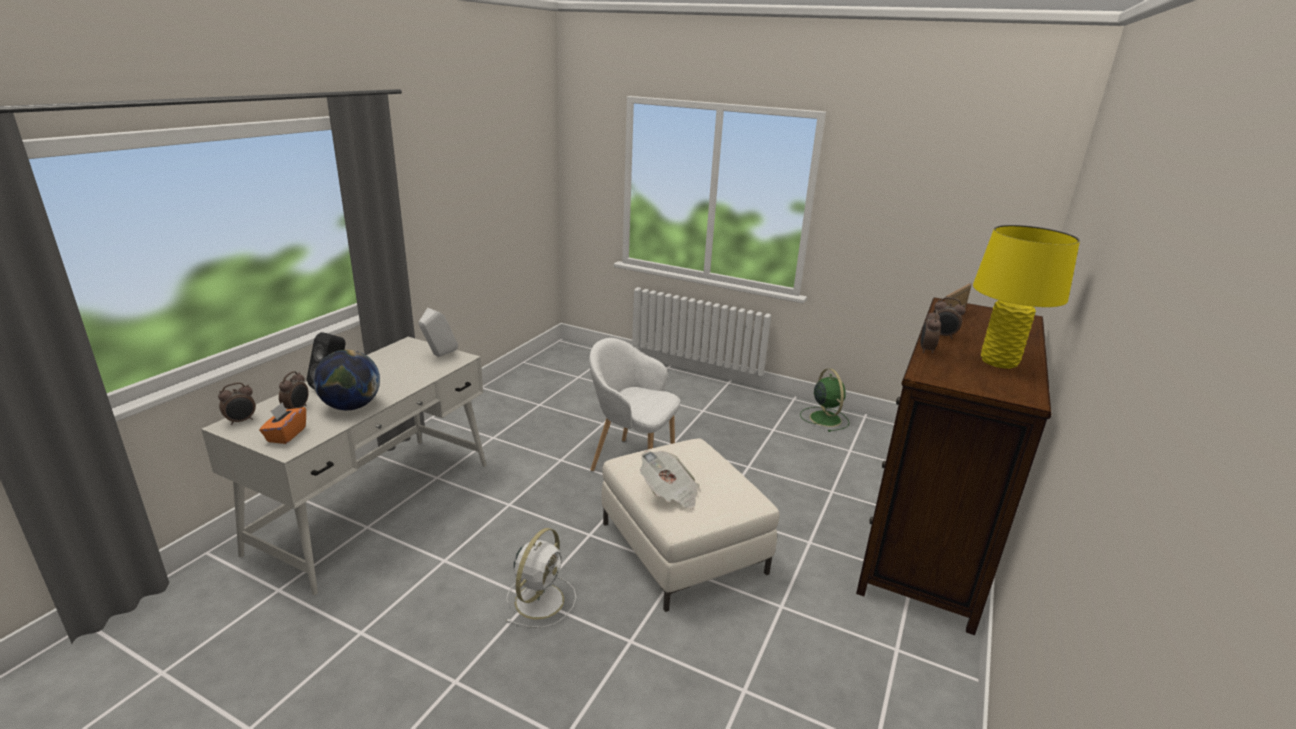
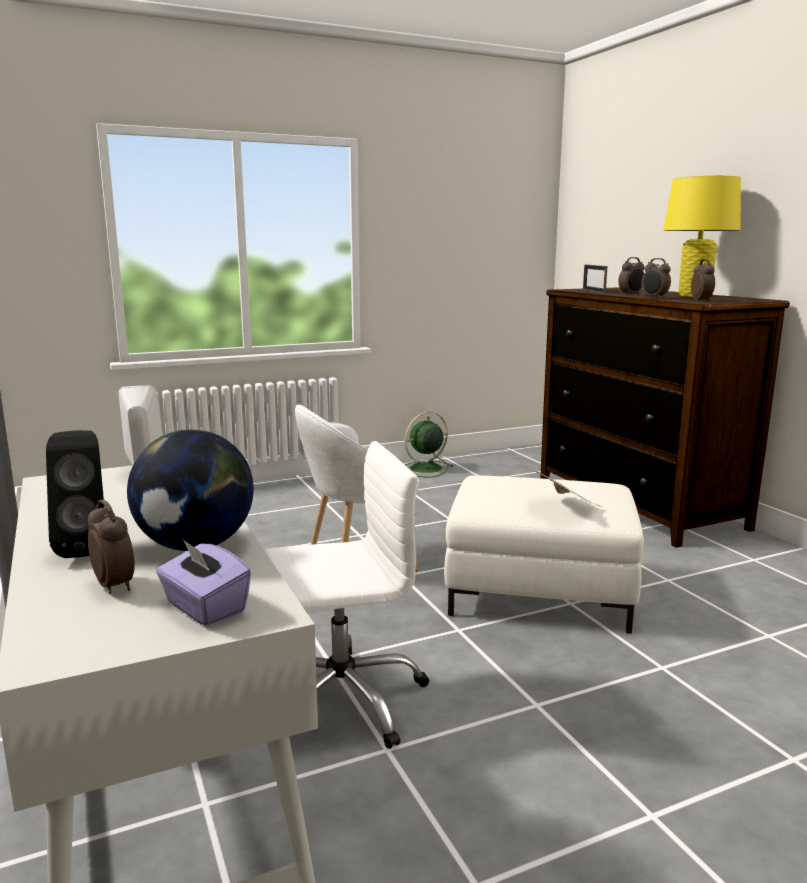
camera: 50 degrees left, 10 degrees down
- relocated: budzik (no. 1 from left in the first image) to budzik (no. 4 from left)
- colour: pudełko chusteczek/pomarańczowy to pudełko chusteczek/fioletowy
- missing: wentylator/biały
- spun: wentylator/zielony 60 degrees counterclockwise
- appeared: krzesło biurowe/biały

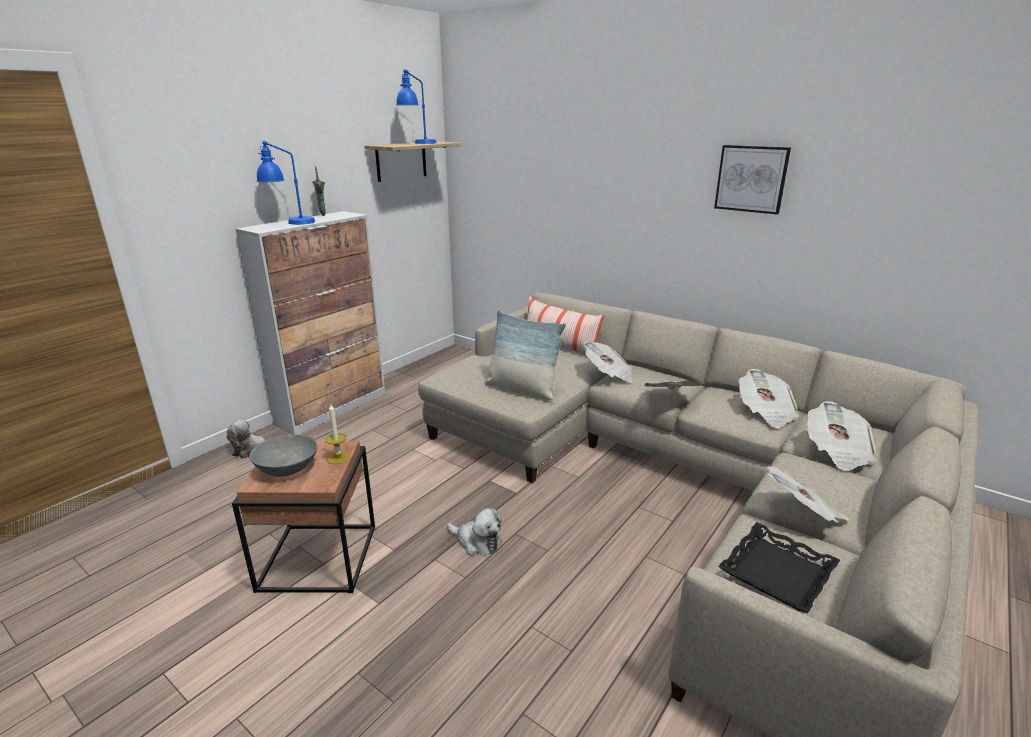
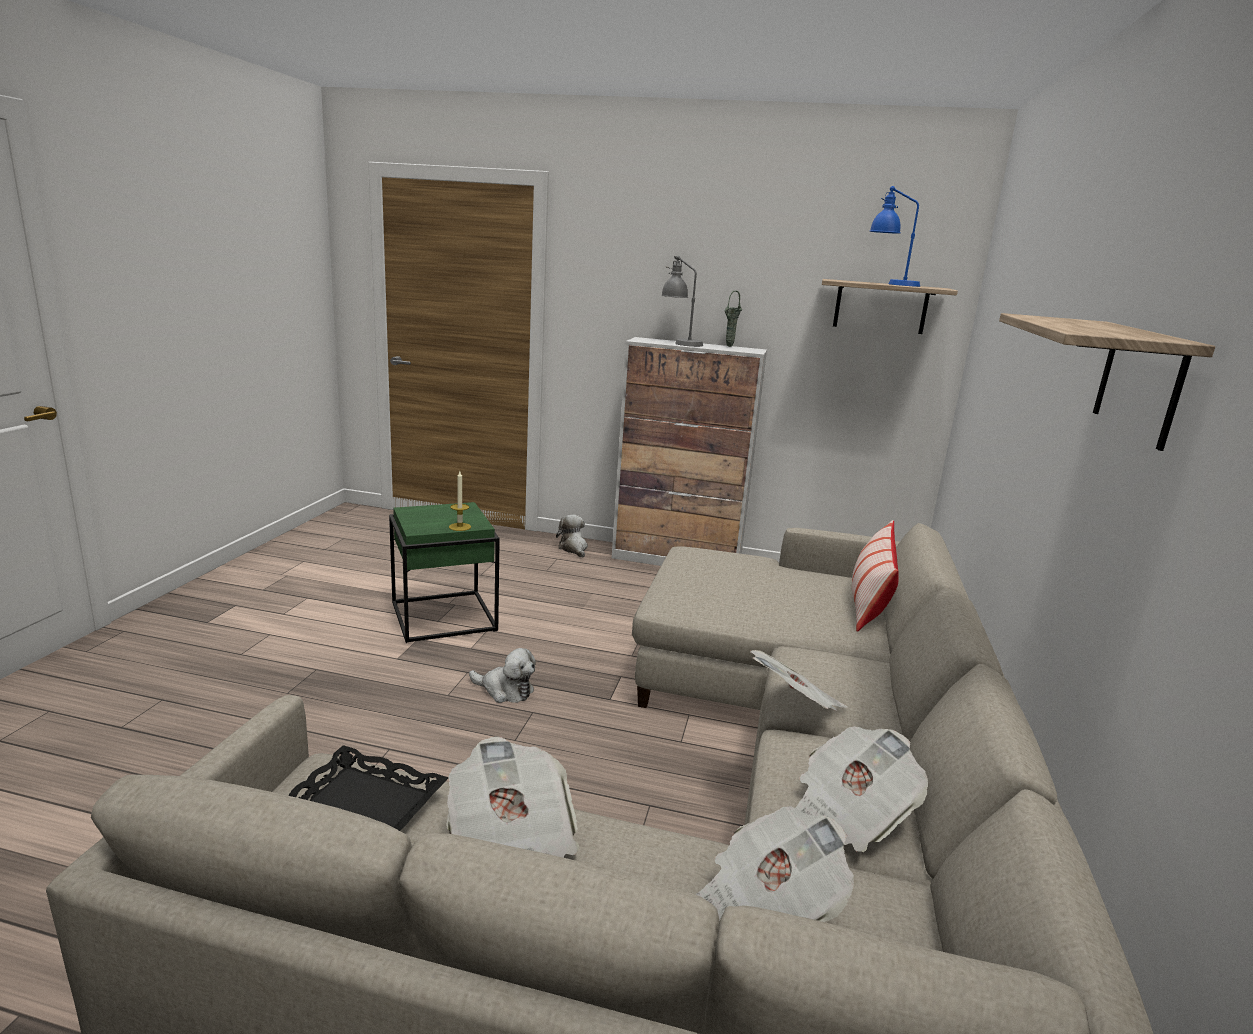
camera: 65 degrees right, 5 degrees down
- colour: stolik/brązowy to stolik/zielony
- missing: miska/szary
- colour: lampa stołowa/niebieski (no. 1 from left) to lampa stołowa/szary
- spun: pluszak (no. 2 from left in the first image) 75 degrees counterclockwise
- missing: poduszka (no. 1 from left)
- missing: gazeta (no. 1 from left)
- exchanged: obraz to półka (no. 2 from left)

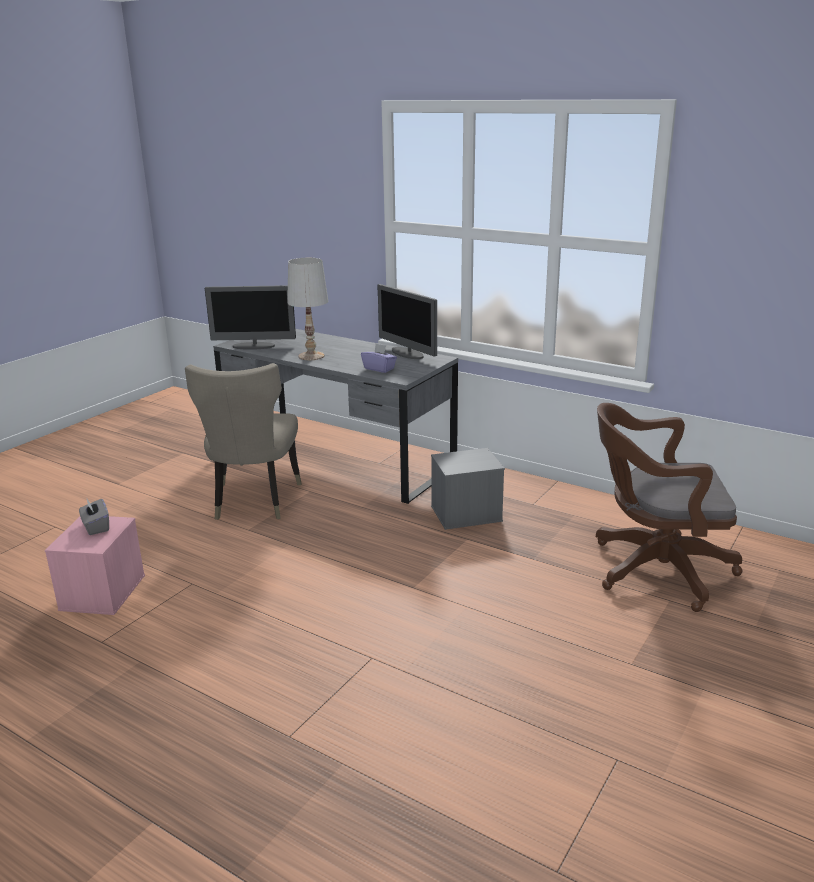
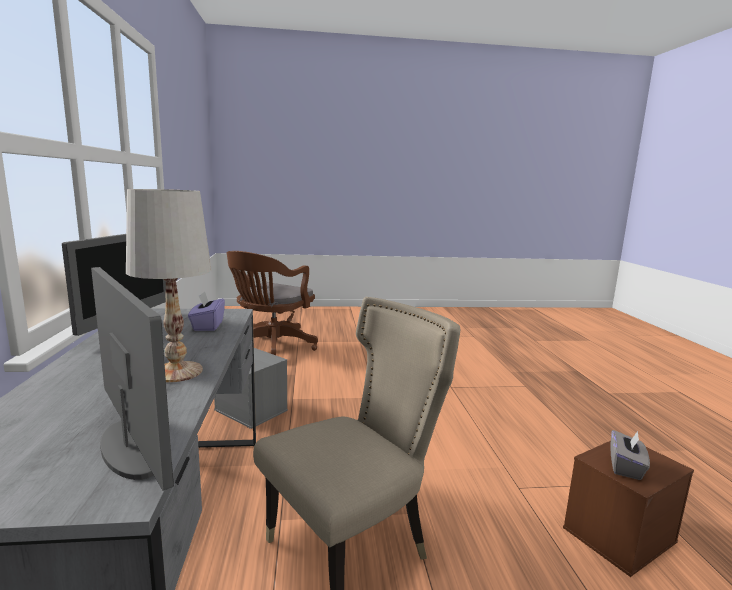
camera: 130 degrees left, 10 degrees down
- colour: pojemnik do przechowywania/różowy to pojemnik do przechowywania/brązowy
- spun: krzesło biurowe/brązowy 60 degrees clockwise

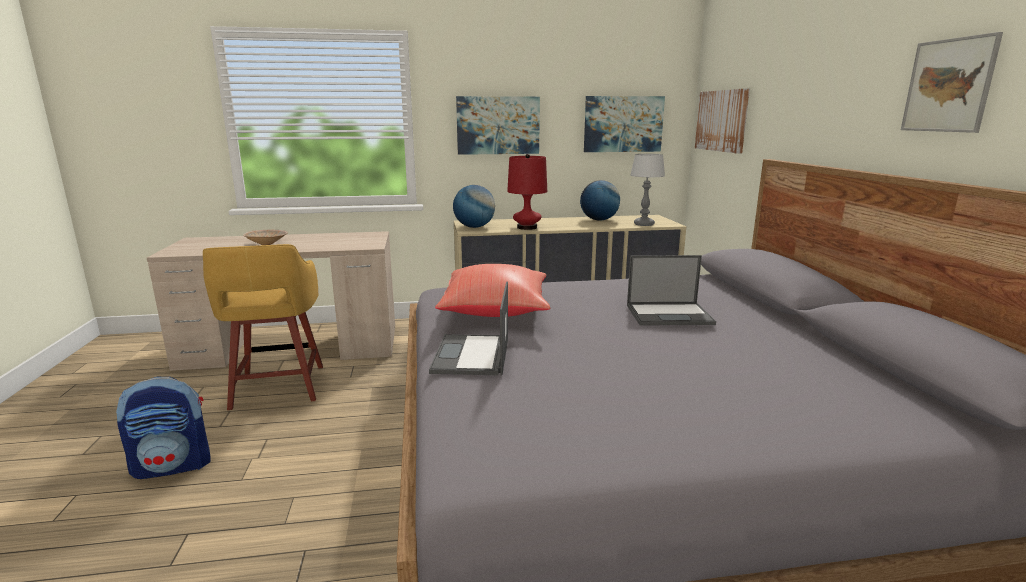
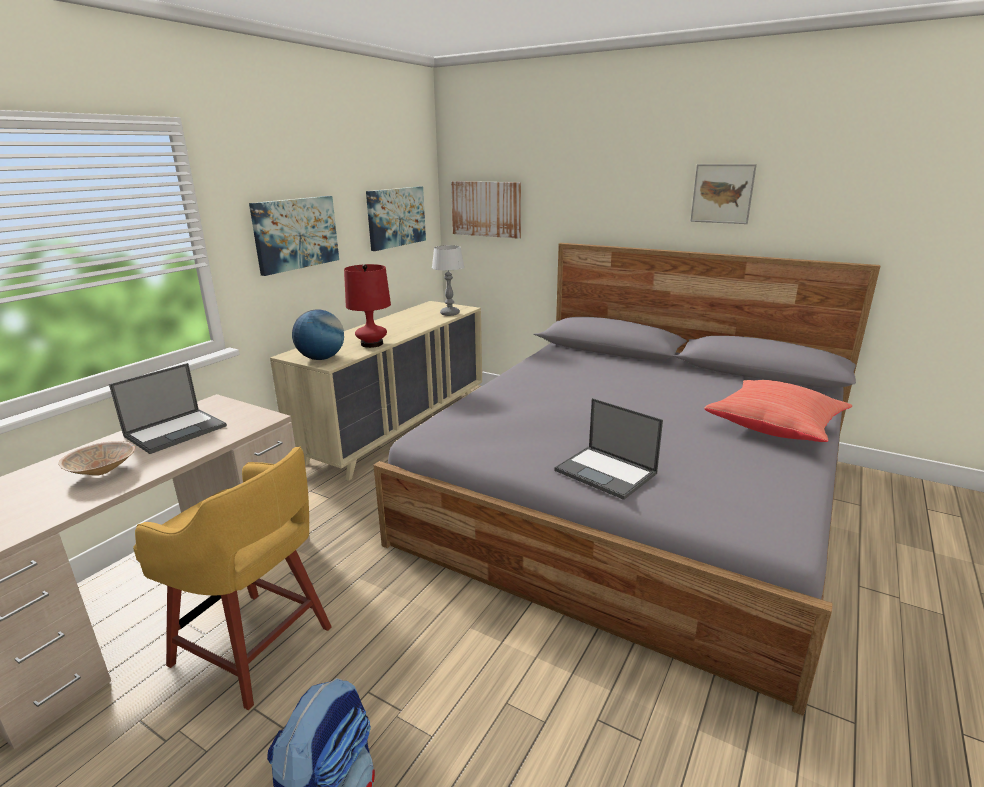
camera: 50 degrees left, 5 degrees up
- relocated: poduszka/czerwony
- missing: globus (no. 2 from left)
- relocated: laptop (no. 2 from left in the first image) to laptop (no. 1 from left)

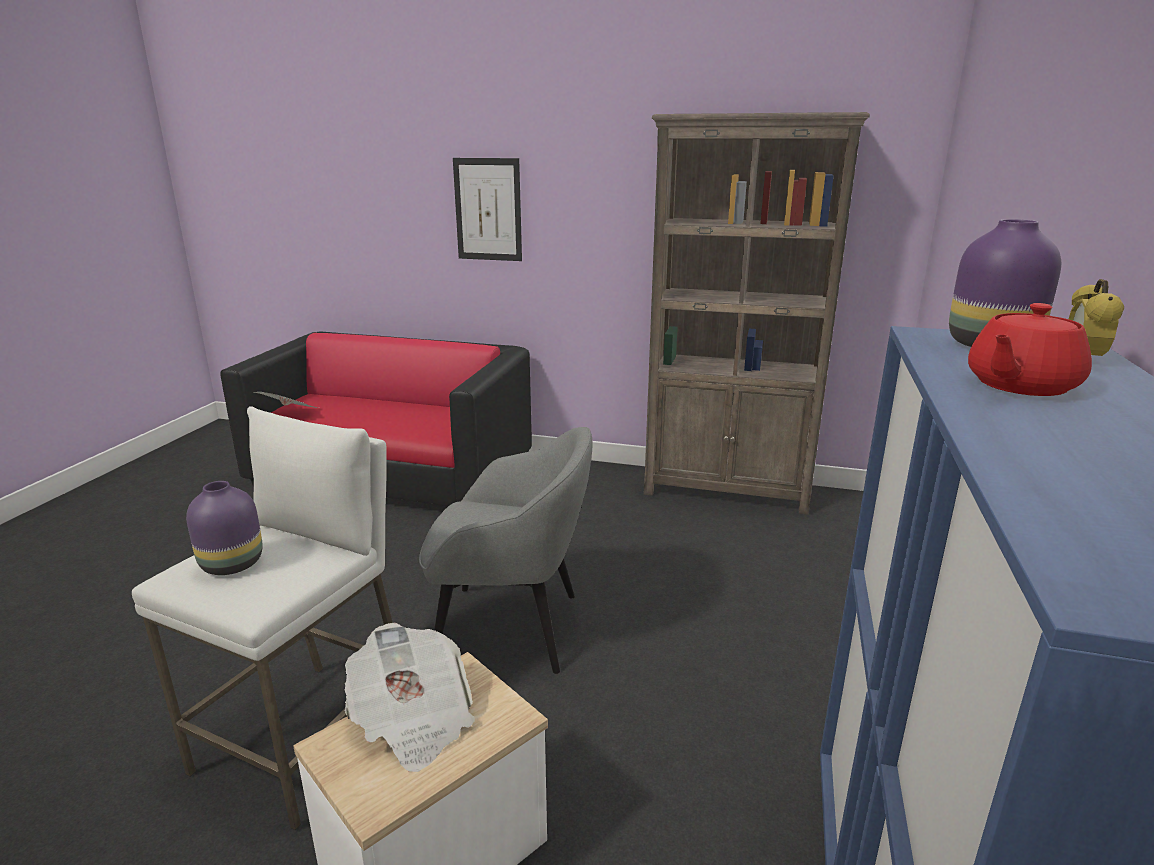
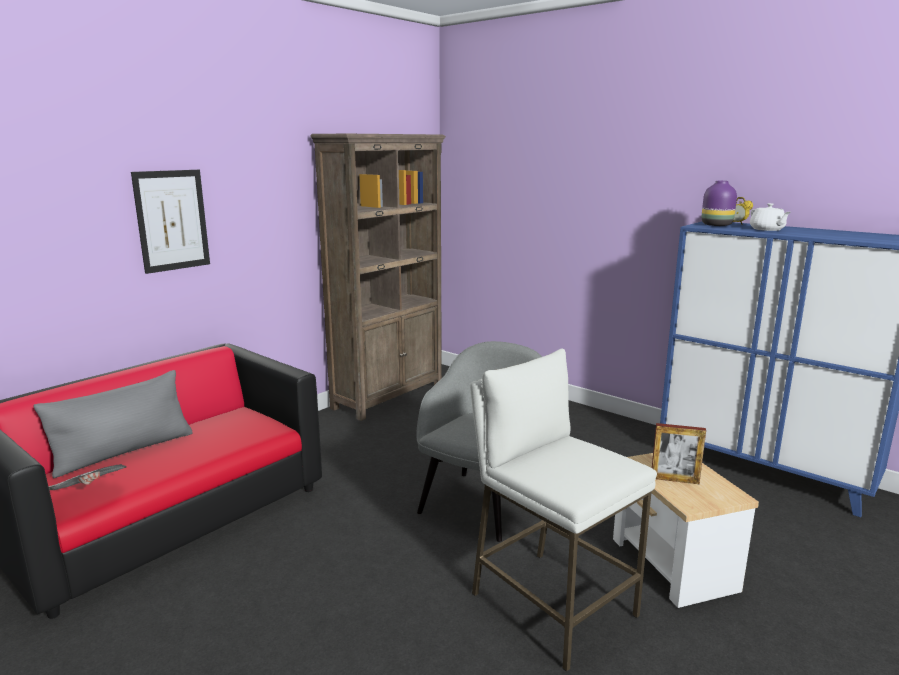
camera: 65 degrees left, 5 degrees down
- missing: wazon/fioletowy (no. 1 from left)
- exchanged: gazeta (no. 2 from left) to ramka na zdjęcie
- colour: imbryk/czerwony to imbryk/biały
- appeared: poduszka/szary

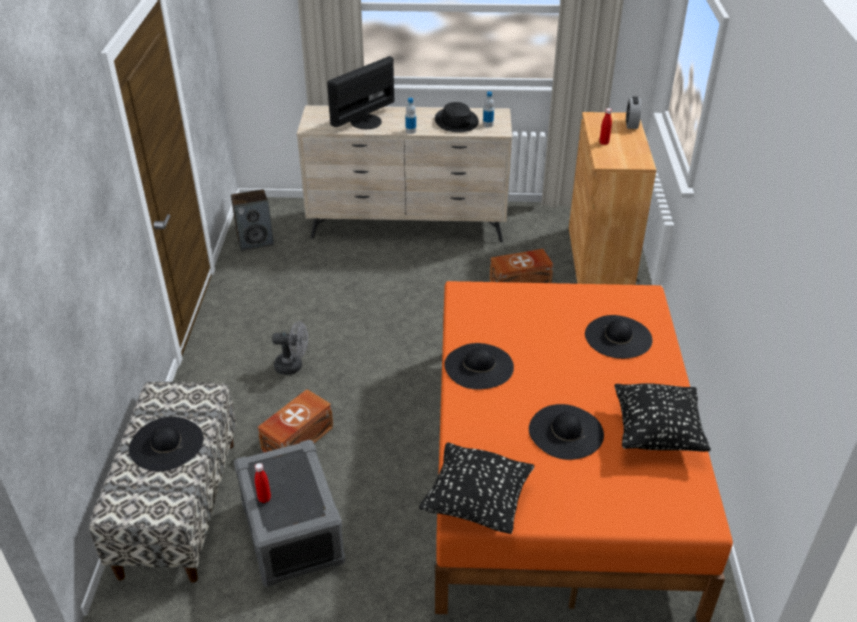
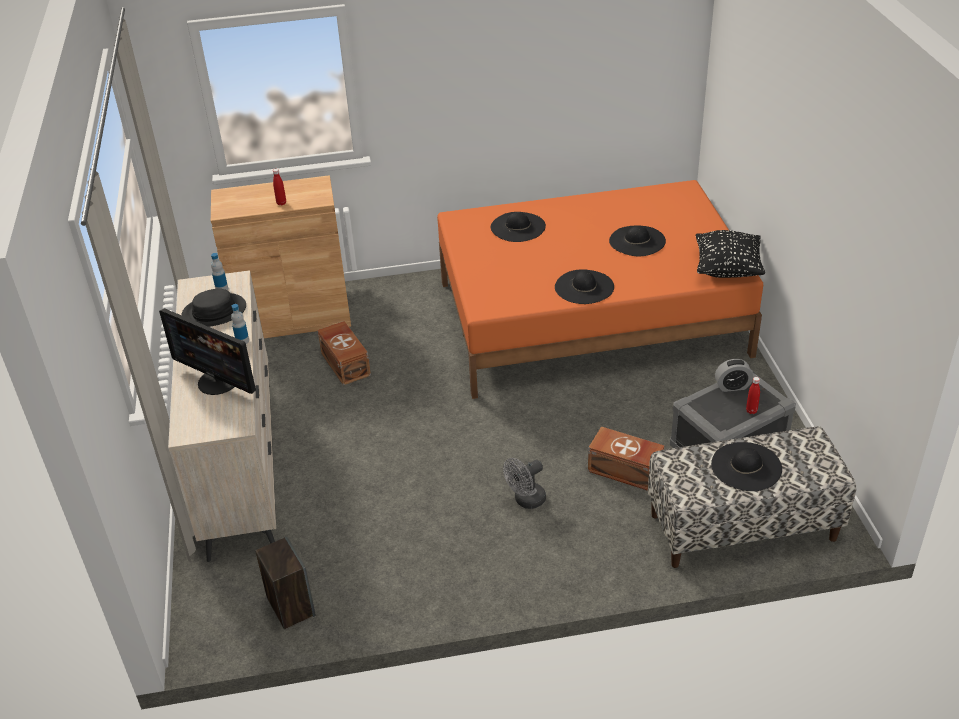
camera: 100 degrees left, 0 degrees up
- spun: wentylator/szary 120 degrees counterclockwise
- missing: poduszka/czarny (no. 2 from left)
- relocated: budzik

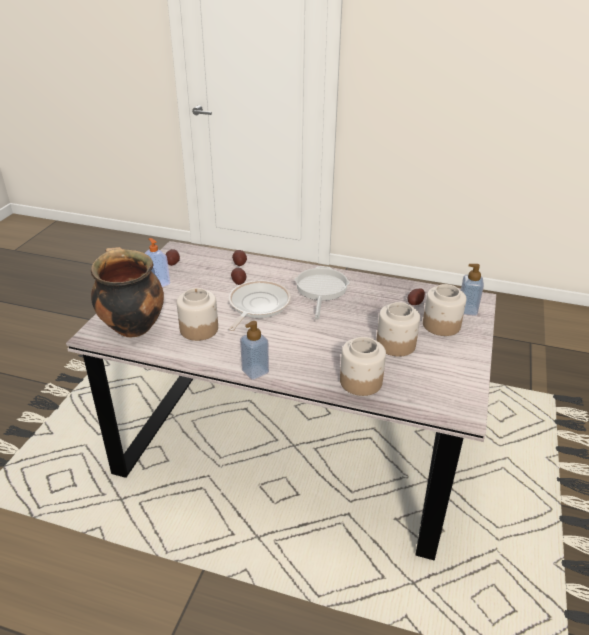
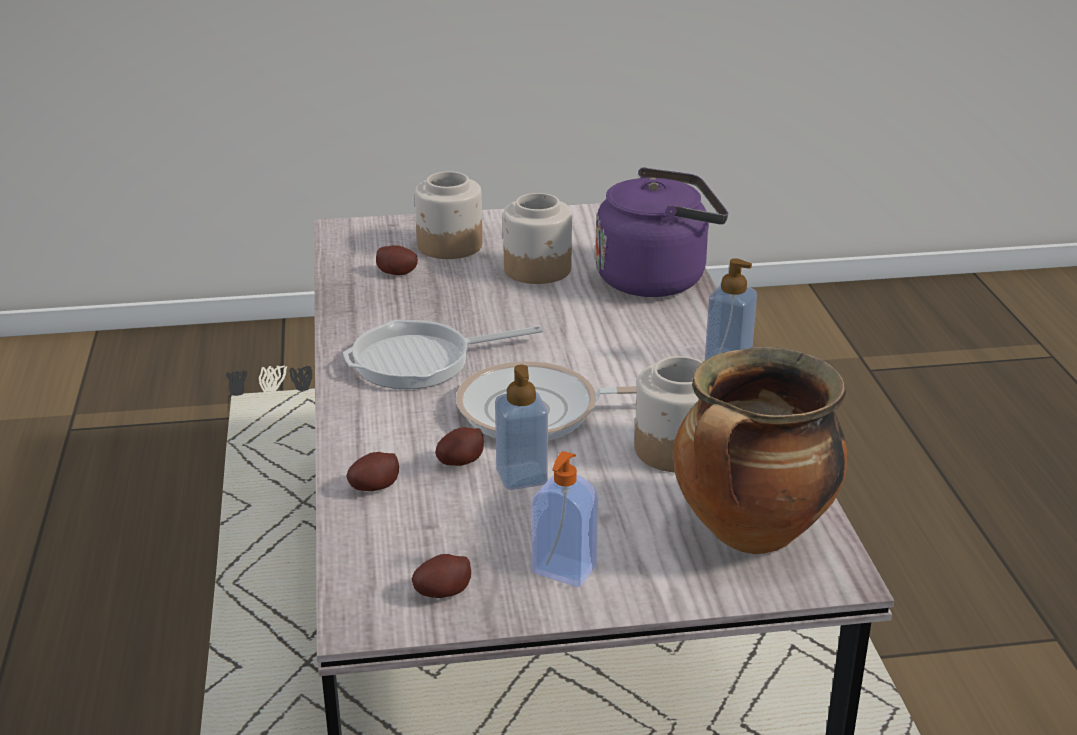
camera: 115 degrees left, 5 degrees down
- exchanged: słoik (no. 2 from left) to czajnik/fioletowy
- relocated: dozownik mydła (no. 3 from left in the first image) to dozownik mydła (no. 1 from left)

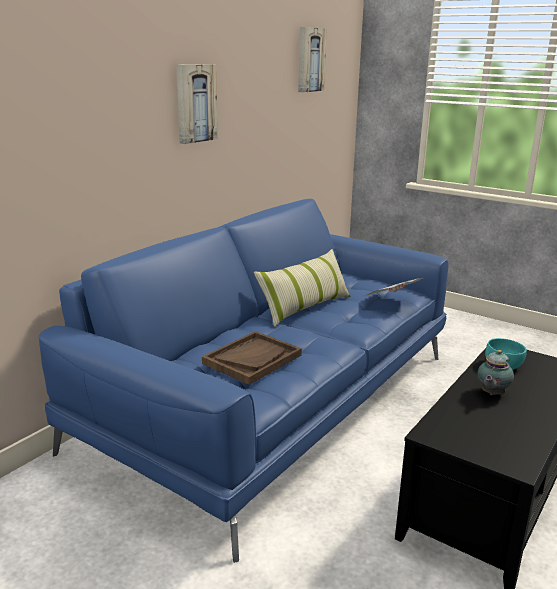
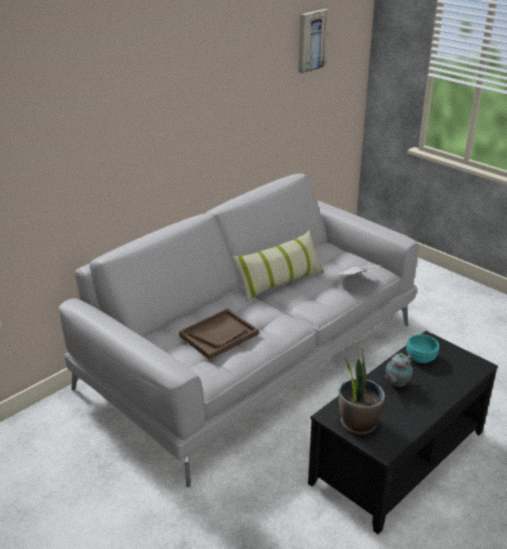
camera: 10 degrees right, 10 degrees up
- colour: kanapa/niebieski to kanapa/szary
- missing: obraz (no. 1 from left)
- appeared: roślina doniczkowa

